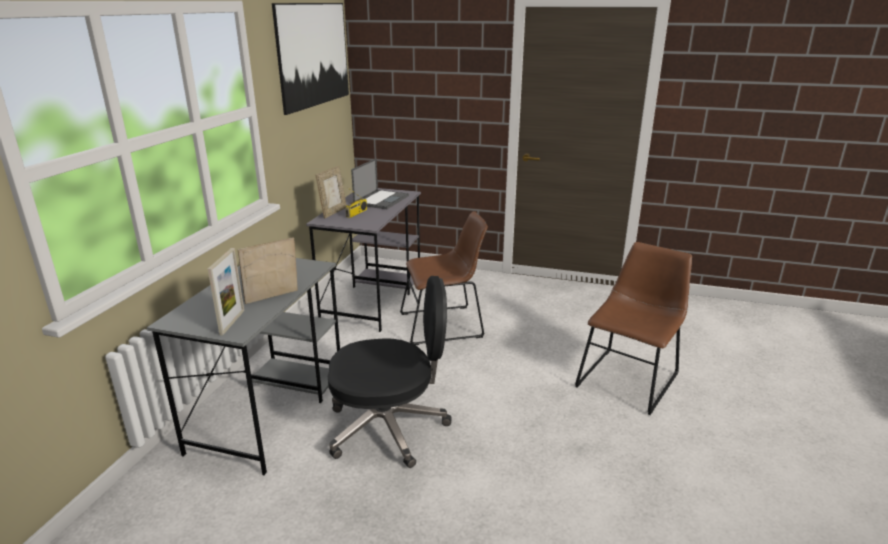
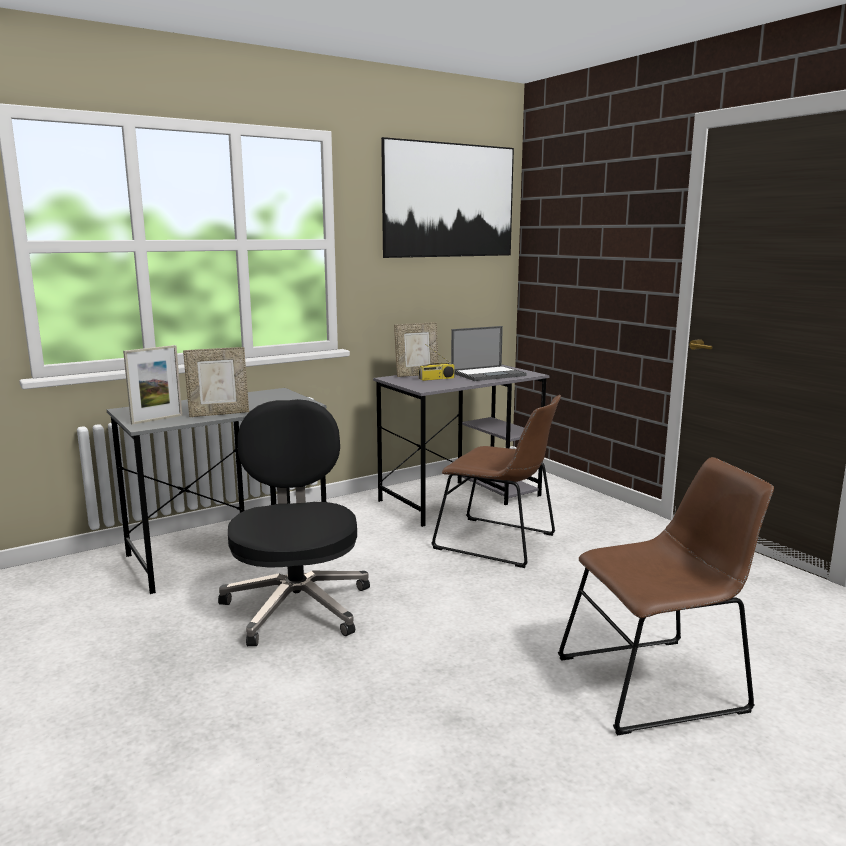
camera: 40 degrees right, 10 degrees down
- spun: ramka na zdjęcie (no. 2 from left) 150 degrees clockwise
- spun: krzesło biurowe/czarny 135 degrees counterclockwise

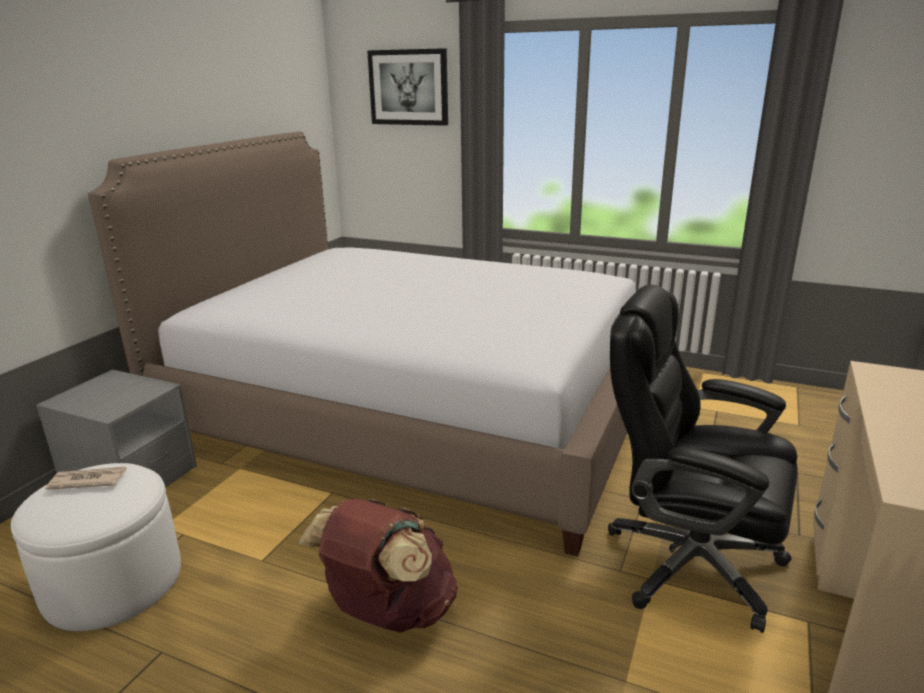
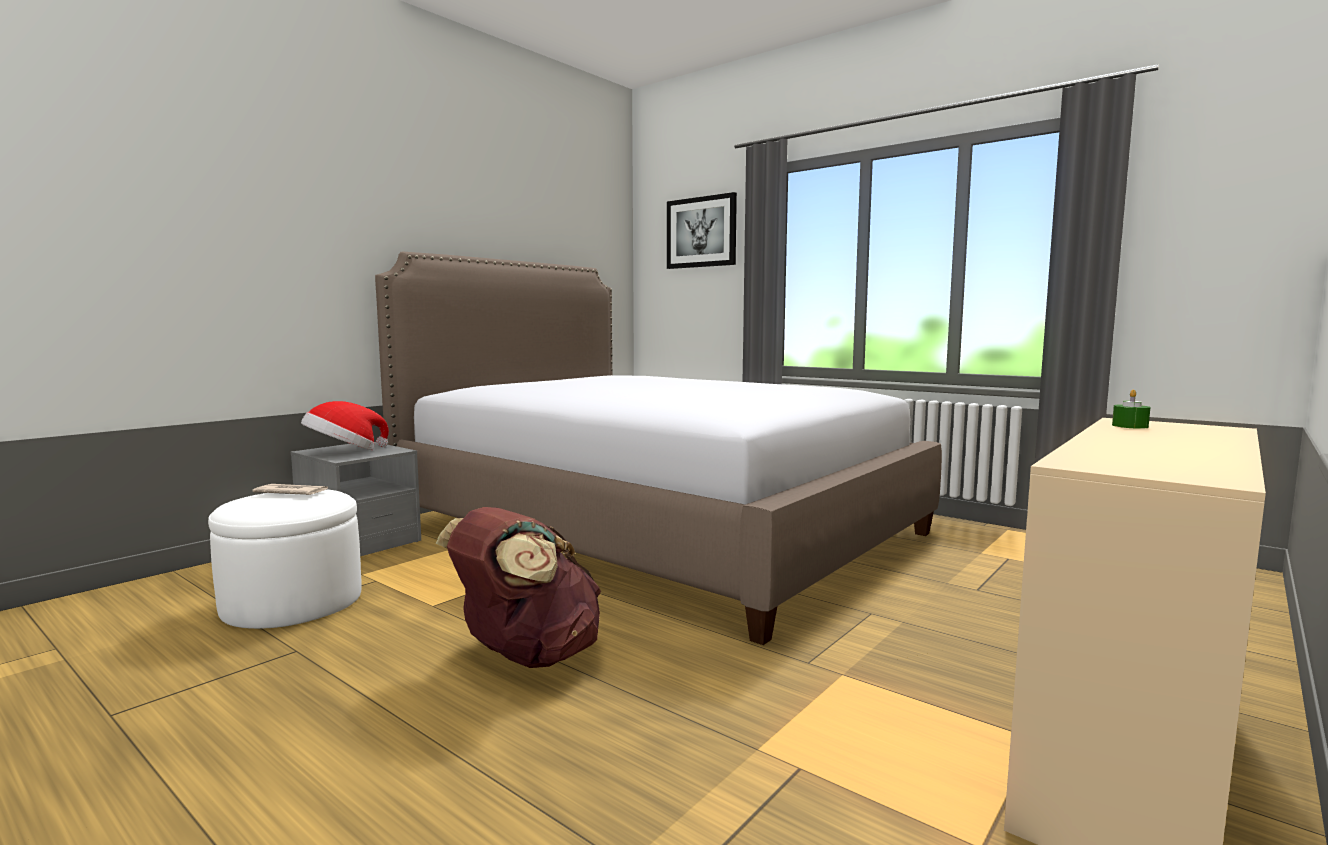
camera: 15 degrees right, 15 degrees down
- missing: krzesło biurowe/czarny
- appeared: kapelusz
- appeared: świeca/zielony

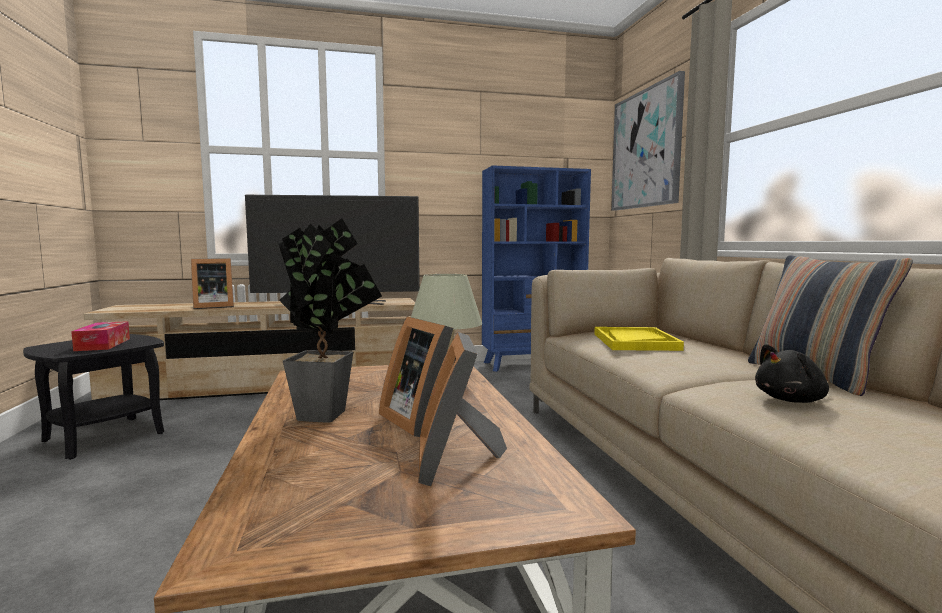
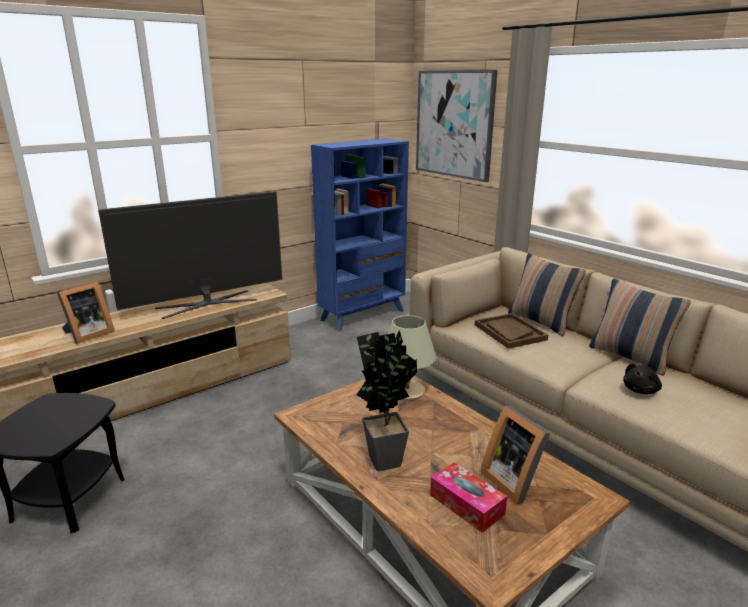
camera: 25 degrees left, 15 degrees up
- relocated: pudełko chusteczek
- missing: ramka na zdjęcie (no. 2 from left)
- colour: taca/żółty to taca/brązowy
- appeared: poduszka (no. 1 from left)

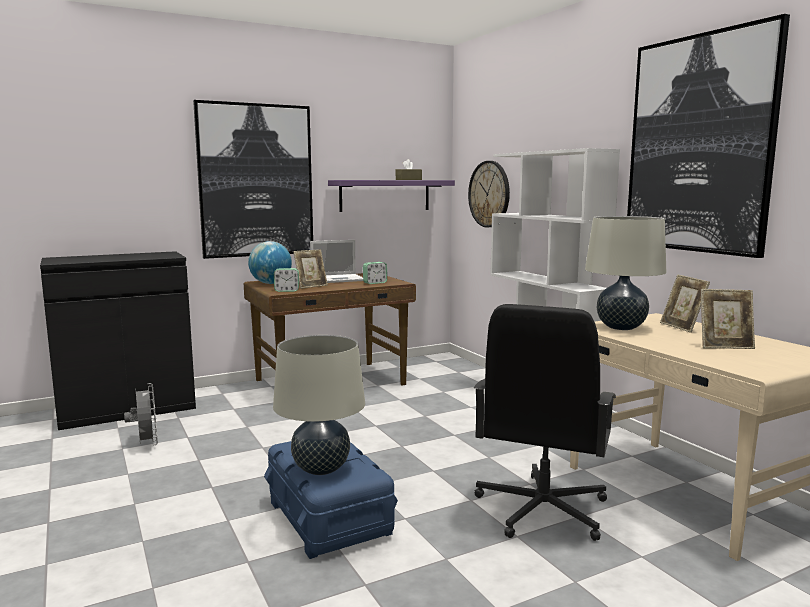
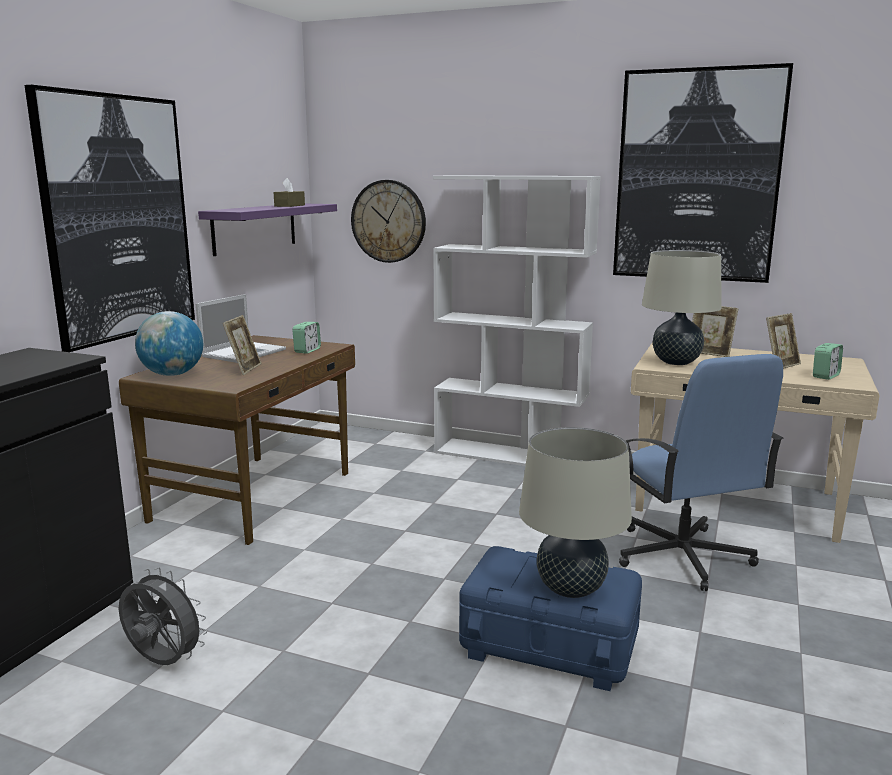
camera: 40 degrees left, 5 degrees up
- relocated: budzik (no. 1 from left in the first image) to budzik (no. 2 from left)
- colour: krzesło biurowe/czarny to krzesło biurowe/niebieski

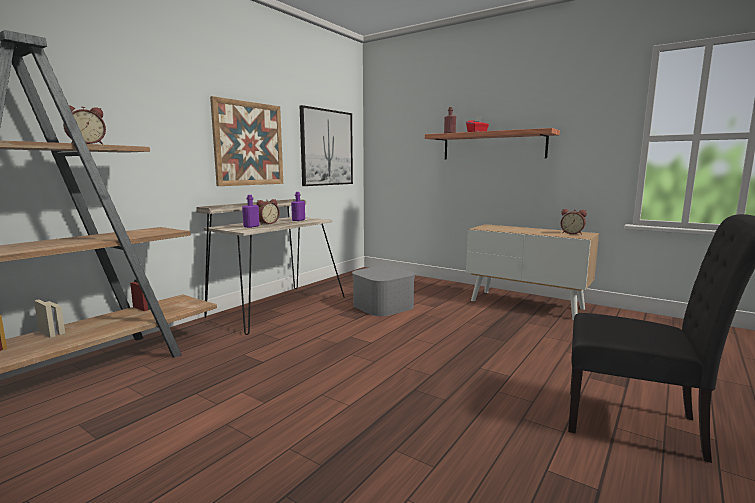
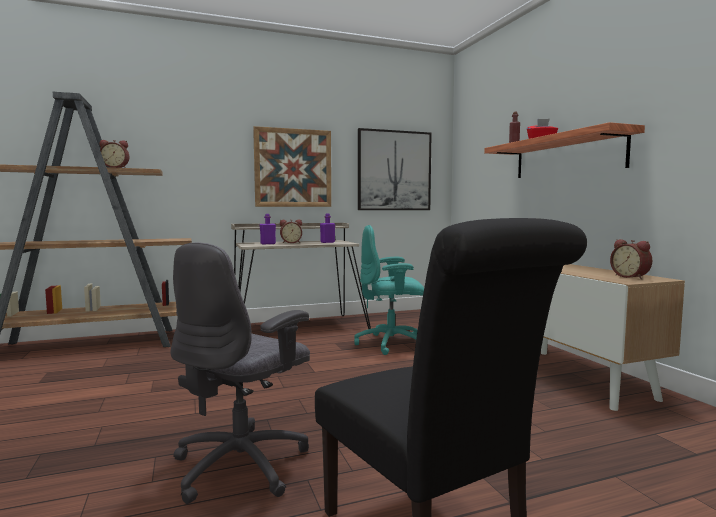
camera: 35 degrees right, 5 degrees down
- exchanged: pojemnik do przechowywania/szary to krzesło biurowe/turkusowy
- appeared: krzesło biurowe/szary

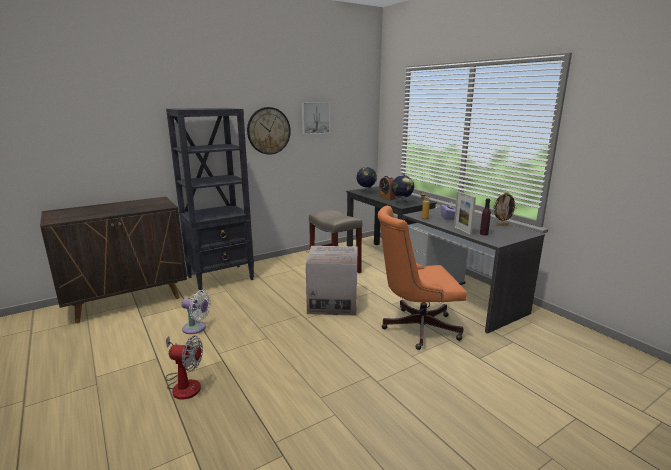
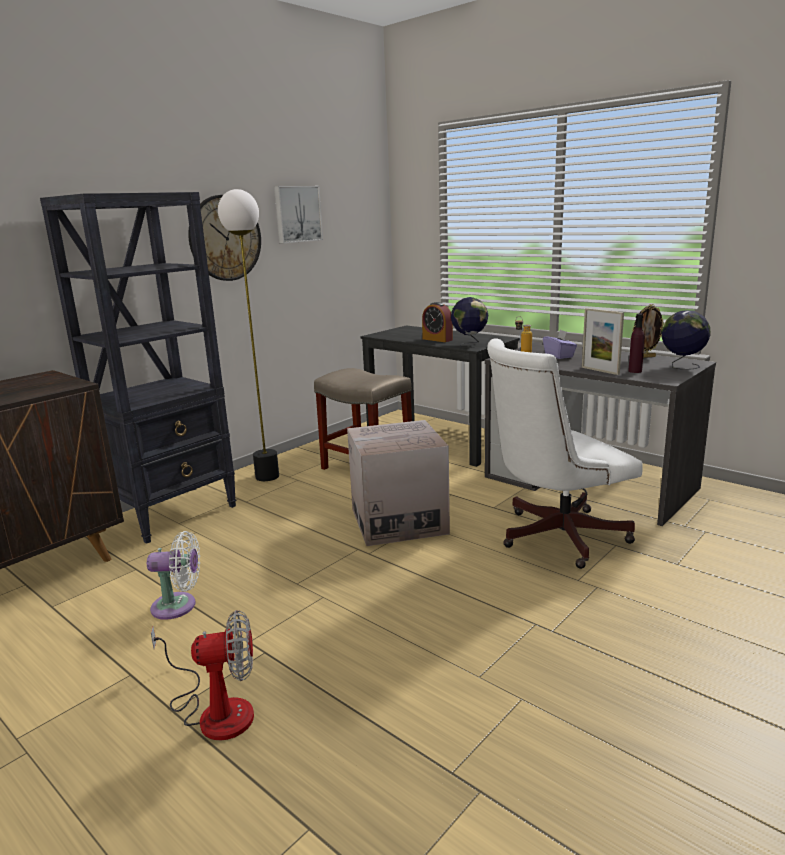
camera: 15 degrees left, 0 degrees up
- relocated: globus (no. 1 from left in the first image) to globus (no. 2 from left)
- colour: krzesło biurowe/pomarańczowy to krzesło biurowe/biały
- appeared: lampa stojąca

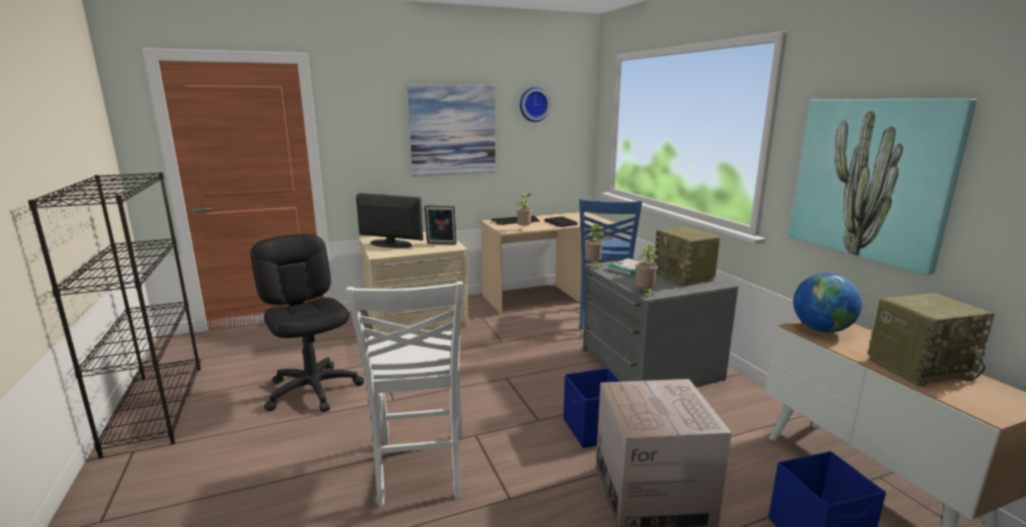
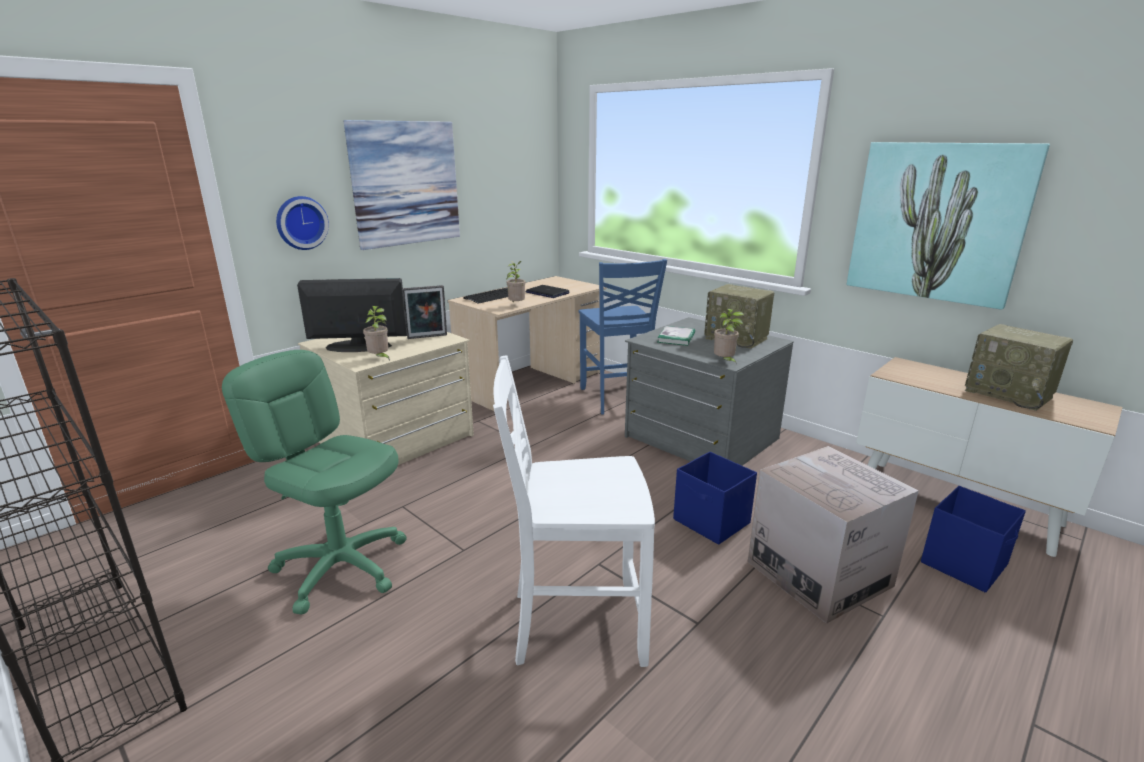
camera: 25 degrees left, 5 degrees up
- colour: krzesło biurowe/czarny to krzesło biurowe/zielony
- spun: krzesło/biały 120 degrees clockwise
- relocated: zegar ścienny
- relocated: roślina doniczkowa (no. 2 from left in the first image) to roślina doniczkowa (no. 1 from left)
- missing: globus
- spun: radio (no. 2 from left) 90 degrees clockwise

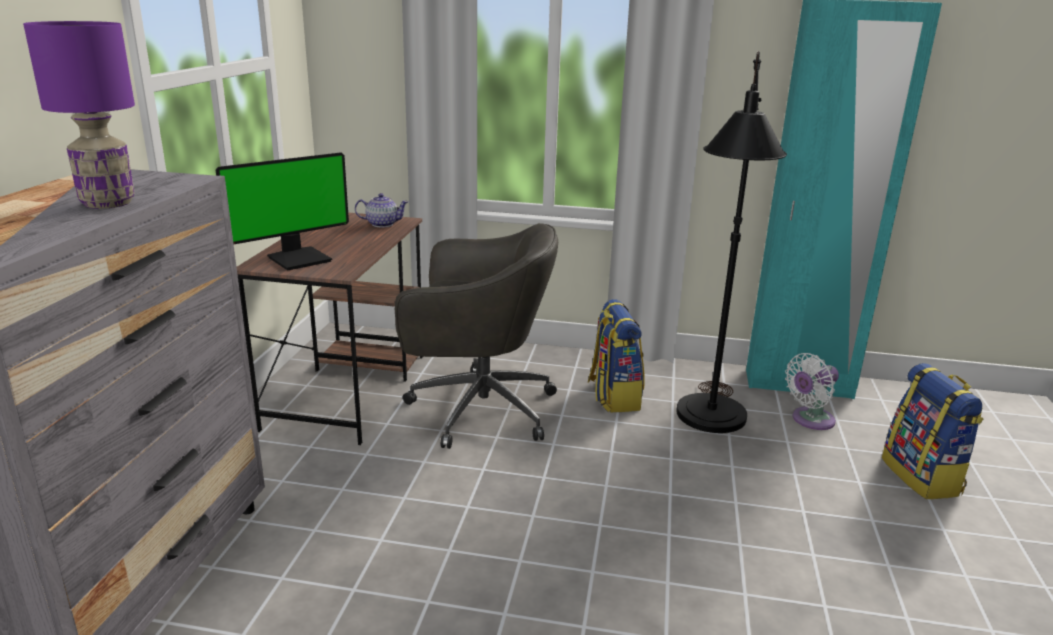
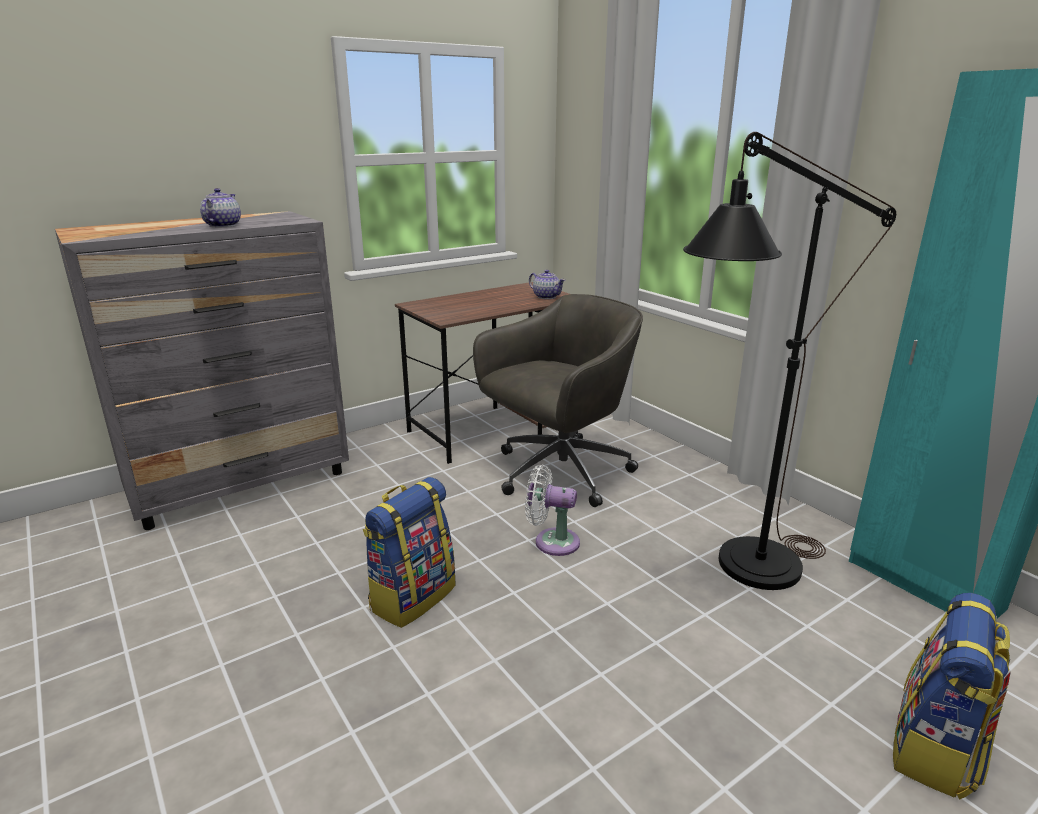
camera: 45 degrees right, 0 degrees up
- exchanged: lampa stołowa/fioletowy to imbryk (no. 1 from left)
- missing: monitor
- spun: krzesło biurowe/szary 90 degrees counterclockwise
- relocated: plecak (no. 1 from left)
- relocated: wentylator/biały

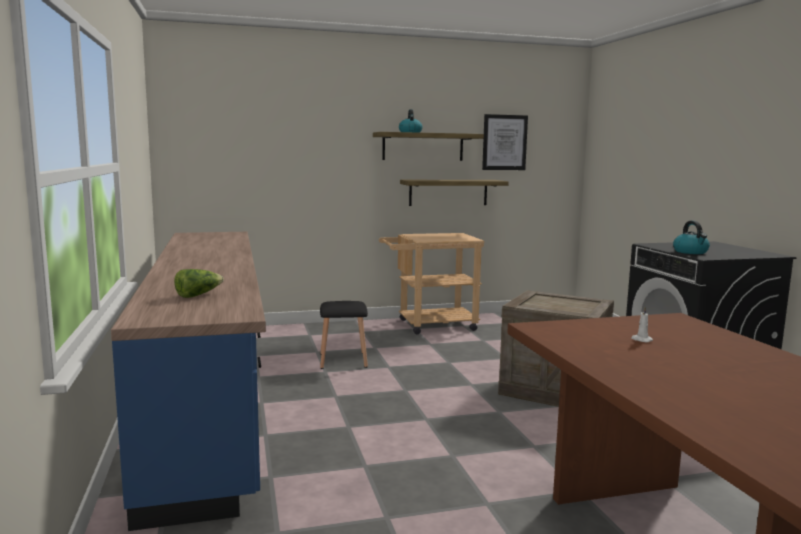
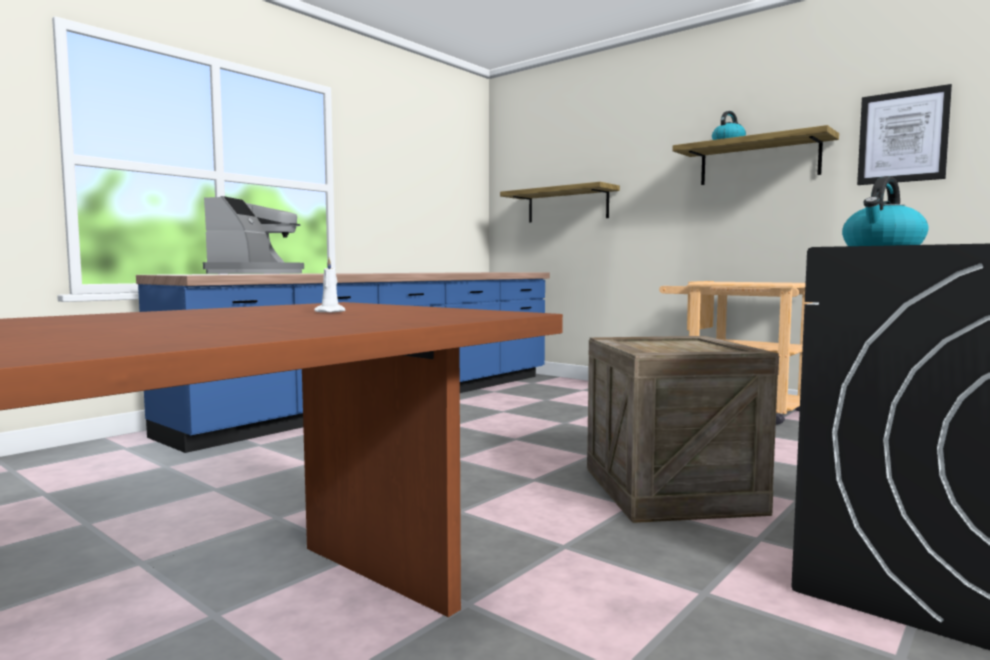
camera: 55 degrees right, 5 degrees down
- exchanged: sałata to ekspres do kawy
- missing: stołek/czarny
- relocated: półka (no. 2 from left in the first image) to półka (no. 1 from left)

